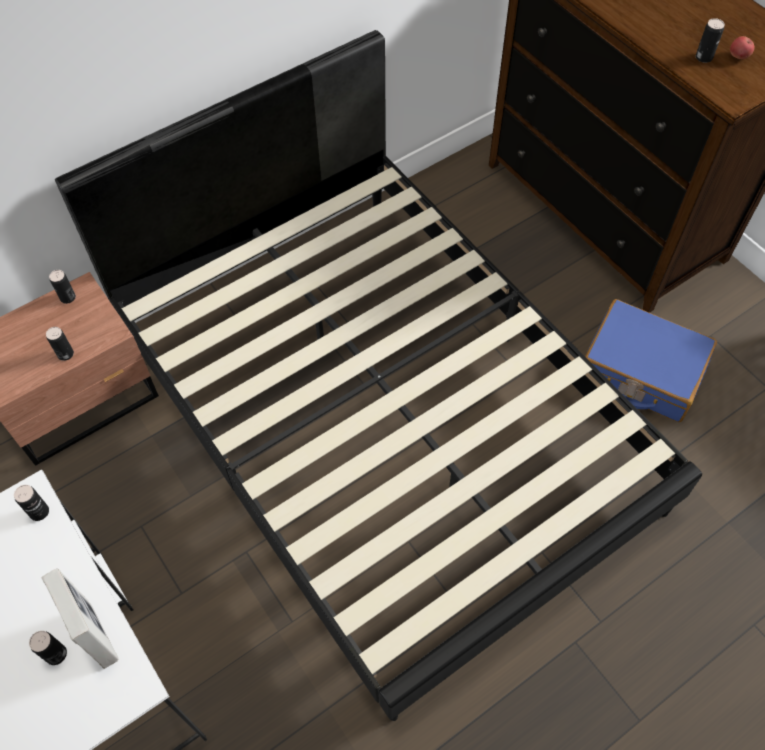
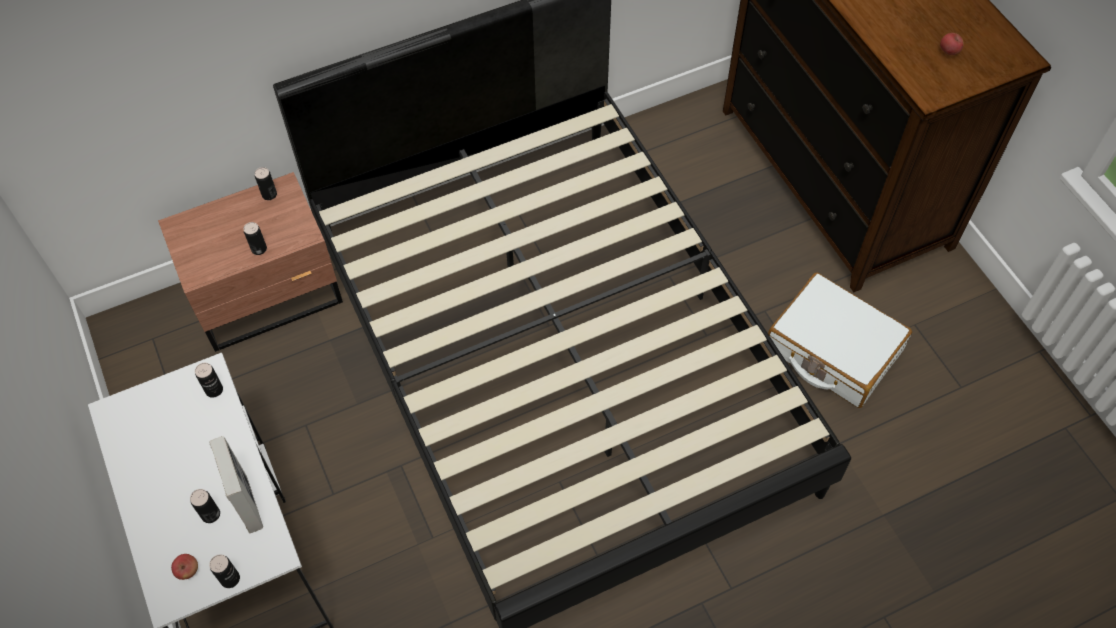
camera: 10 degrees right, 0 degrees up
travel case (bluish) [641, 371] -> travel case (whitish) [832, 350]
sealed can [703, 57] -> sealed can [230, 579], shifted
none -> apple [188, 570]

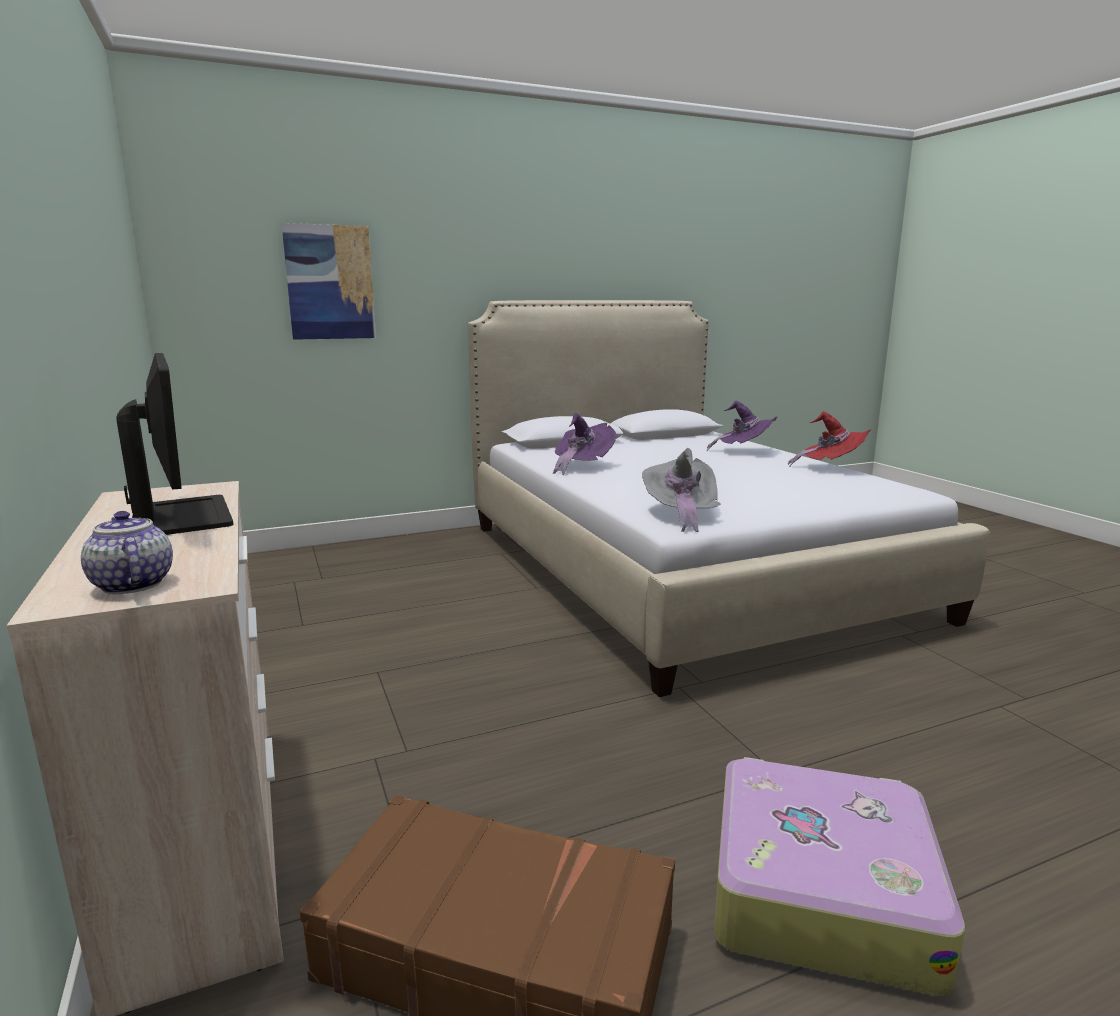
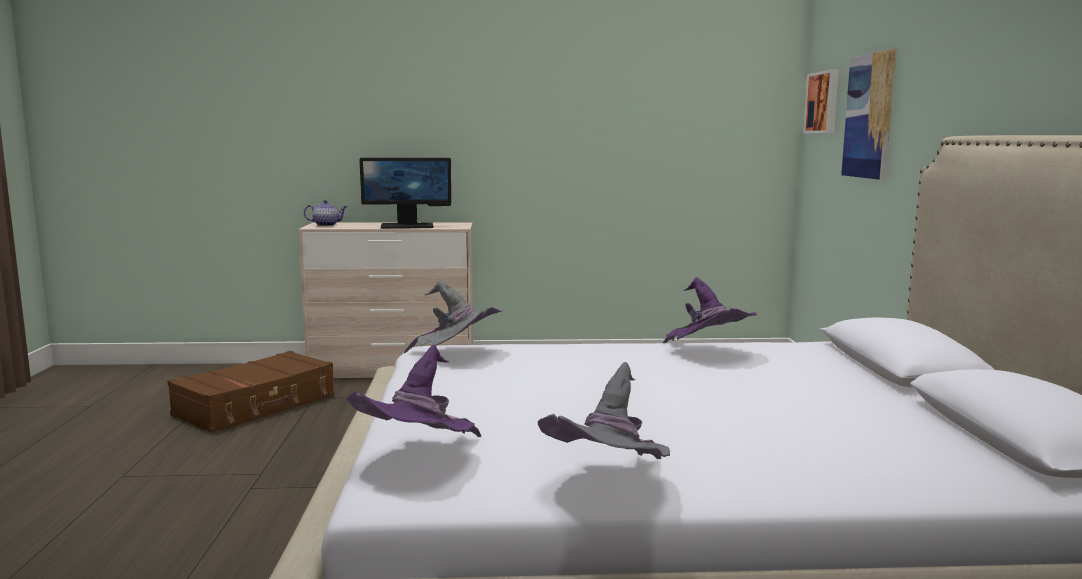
camera: 110 degrees right, 5 degrees down
clothing hat (purple) [744, 451] -> clothing hat (purple) [419, 460], shifted
travel case [818, 890] -> none
clothing hat (red) [831, 468] -> clothing hat (greyish) [610, 486]
none -> wall art [823, 102]

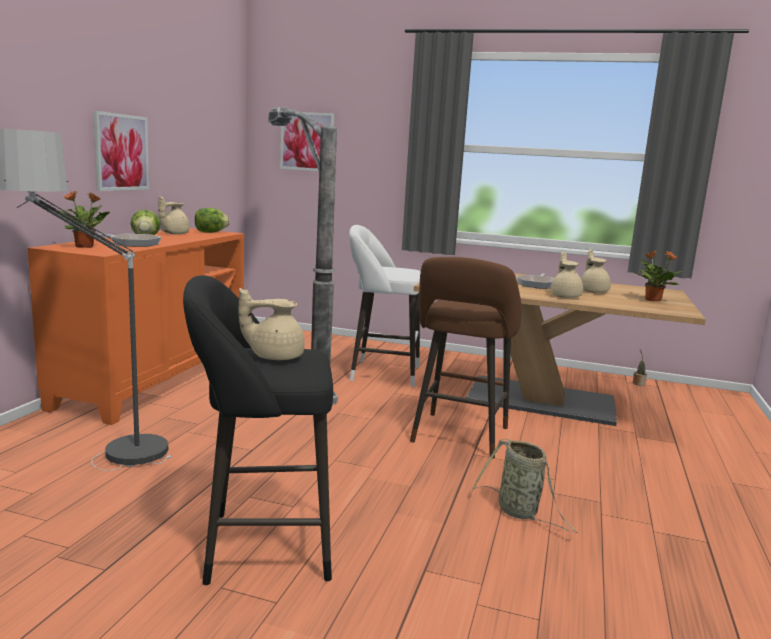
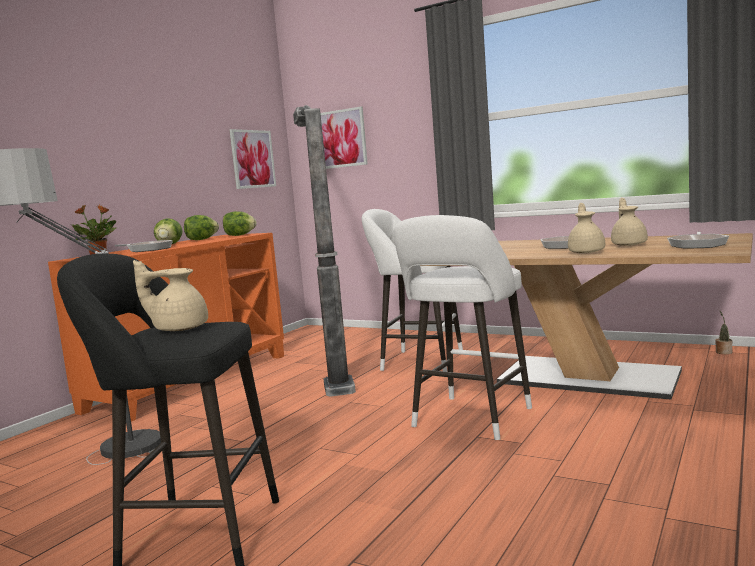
camera: 15 degrees right, 5 degrees down
wall art [121, 152] -> wall art [252, 159], shifted
pot for tea (beige-coloured) [173, 234] -> lettuce [201, 239]
sitting stool (brown-coloured) [458, 437] -> sitting stool (whitish) [469, 420]
household basket [520, 512] -> none
houseplant [652, 300] -> skillet [698, 245]

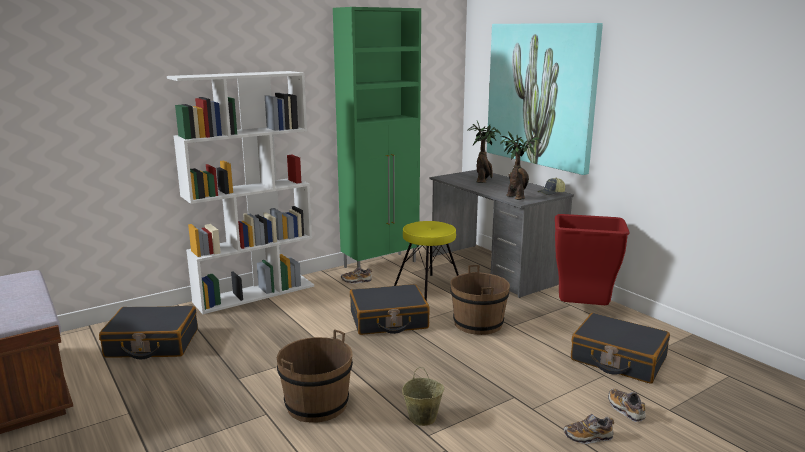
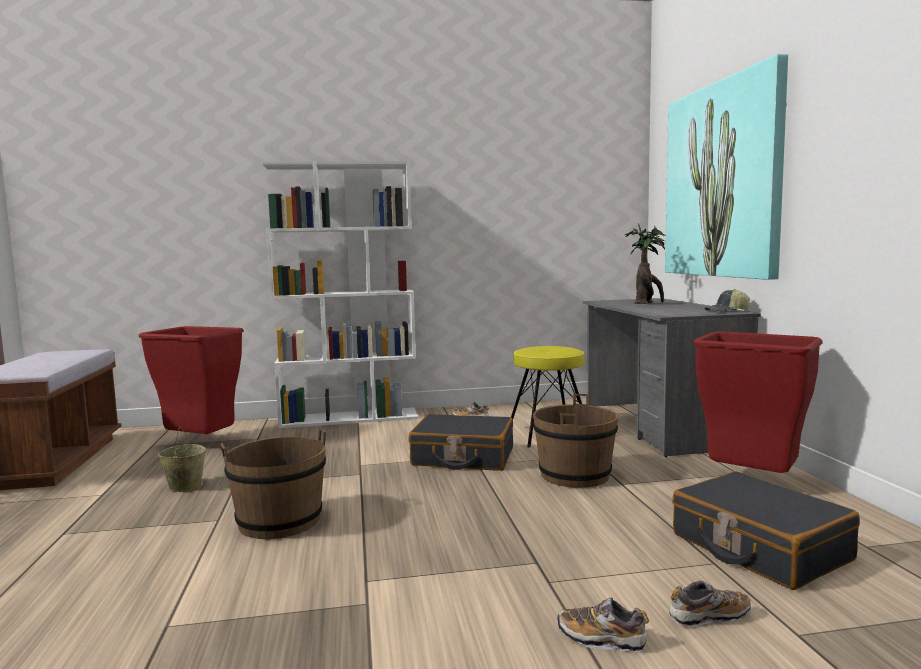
camera: 25 degrees right, 10 degrees down
travel case (black) [152, 343] -> waste bin (red) [202, 444]
storage cabinet (green-coloured) [381, 264] -> none
water bucket (beige-coloured) [422, 417] -> water bucket (beige-coloured) [184, 486], shifted
houseplant [515, 197] -> none
shoe [625, 410] -> shoe [708, 617], 75 degrees clockwise

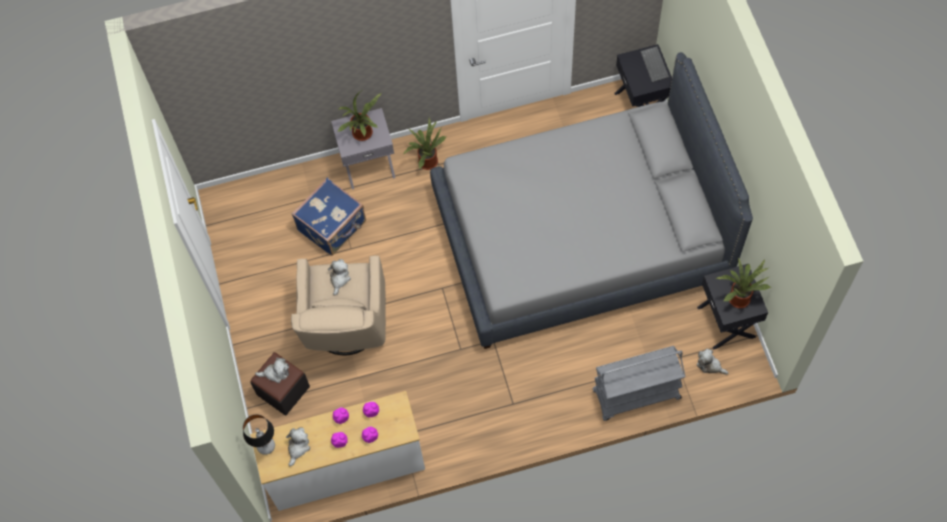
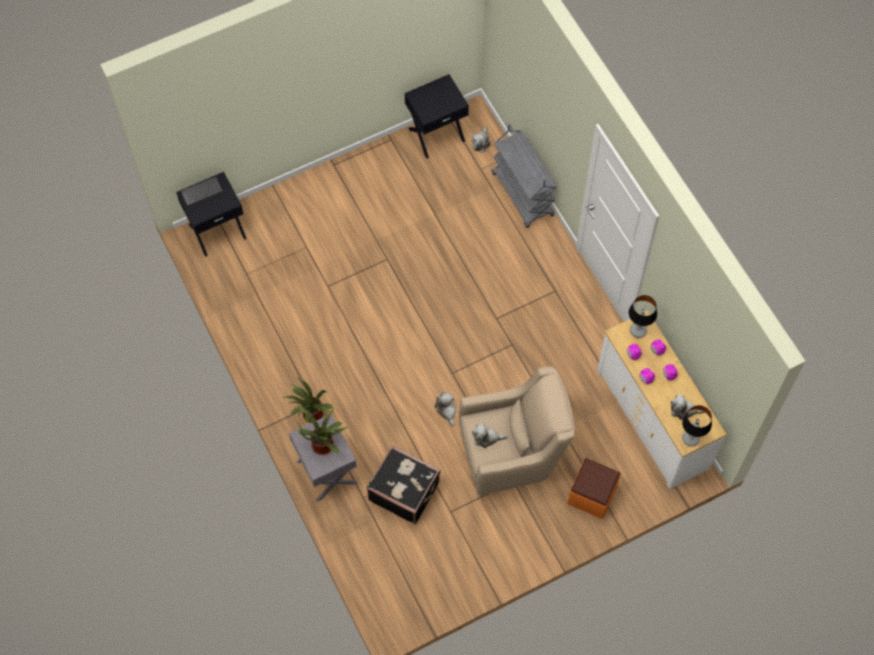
camera: 105 degrees left, 0 degrees up
ottoman (black) [283, 390] -> ottoman (orange-coloured) [592, 495]
plush toy [276, 373] -> plush toy [447, 410], shifted
travel case (bluish) [333, 226] -> travel case (black) [404, 490]
sleeping bed (greyish) [580, 237] -> none
houseplant [738, 296] -> none
none -> table lamp [638, 331]

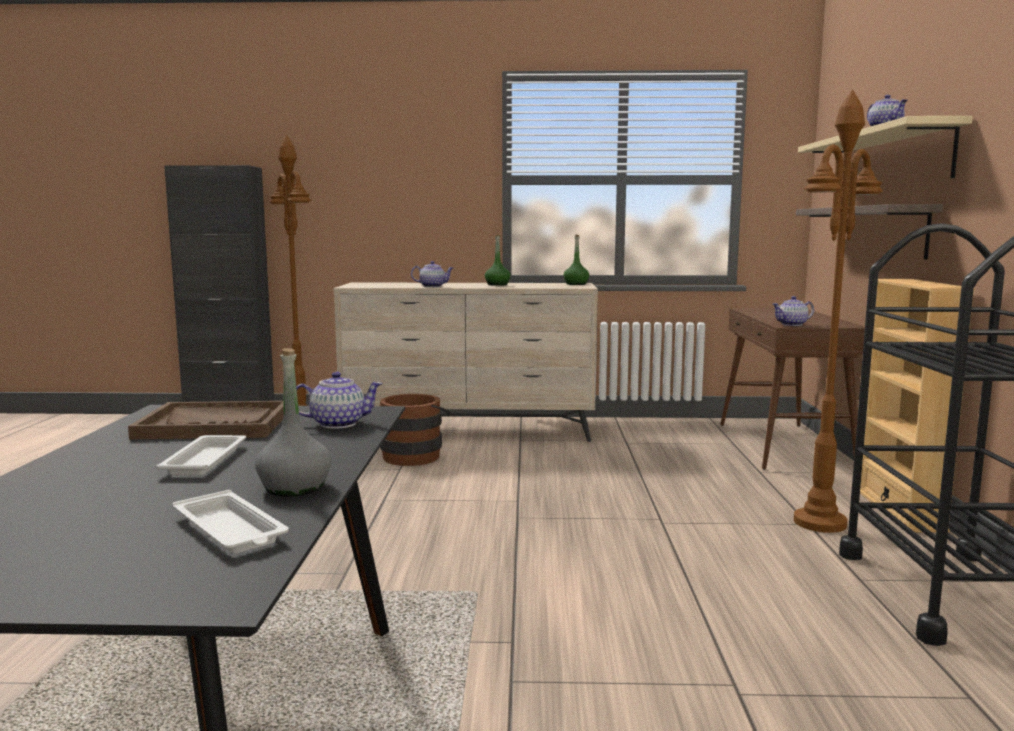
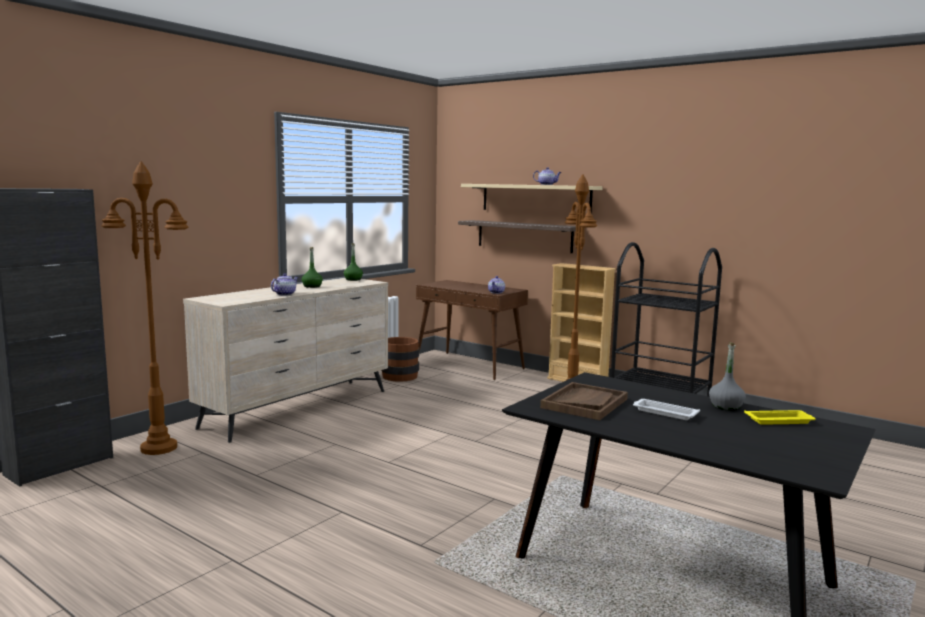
camera: 55 degrees left, 0 degrees up
tray (whitish) [230, 531] -> tray (yellow) [780, 421]
pot for tea [337, 423] -> none
water bucket (brown-coloured) [414, 455] -> water bucket (brown-coloured) [398, 375], shifted

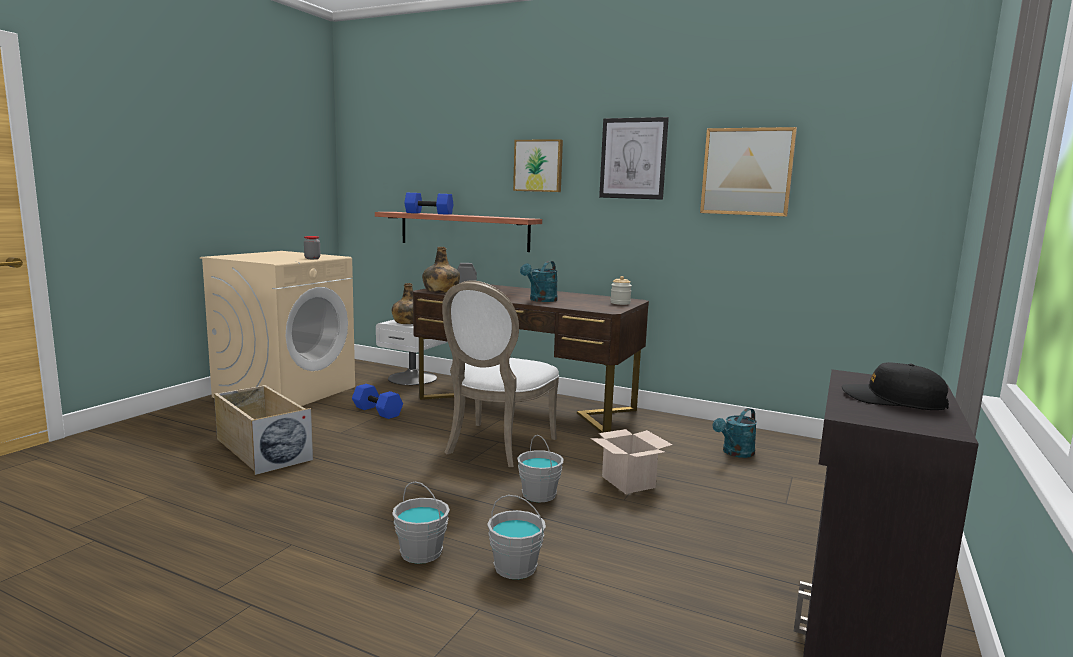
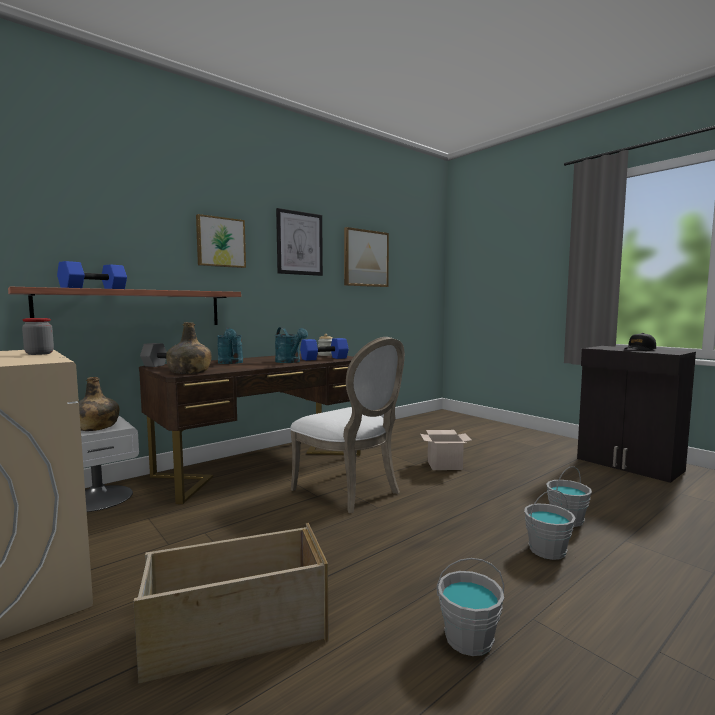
camera: 65 degrees left, 5 degrees down
free weight (bluish) [376, 411] -> free weight (bluish) [324, 359], shifted
water bucket (greyish) [539, 494] -> water bucket (greyish) [469, 638], shifted
sprinkling can (turquoise) [735, 453] -> sprinkling can (turquoise) [231, 363], shifted

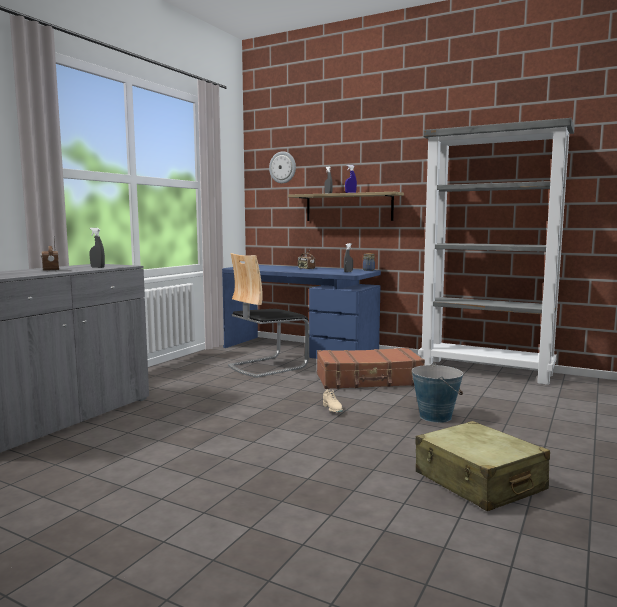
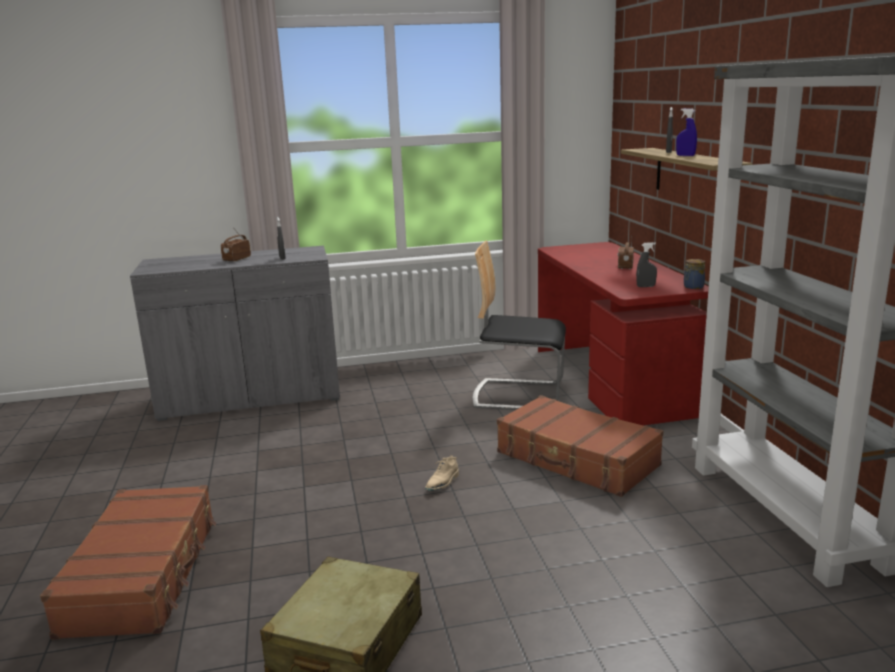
camera: 50 degrees right, 10 degrees up
desk unit (bluish) [299, 349] -> desk unit (red) [611, 380]
clock on the wall [283, 167] -> none
water bucket [435, 416] -> none
none -> travel case (brown-coloured) [143, 574]

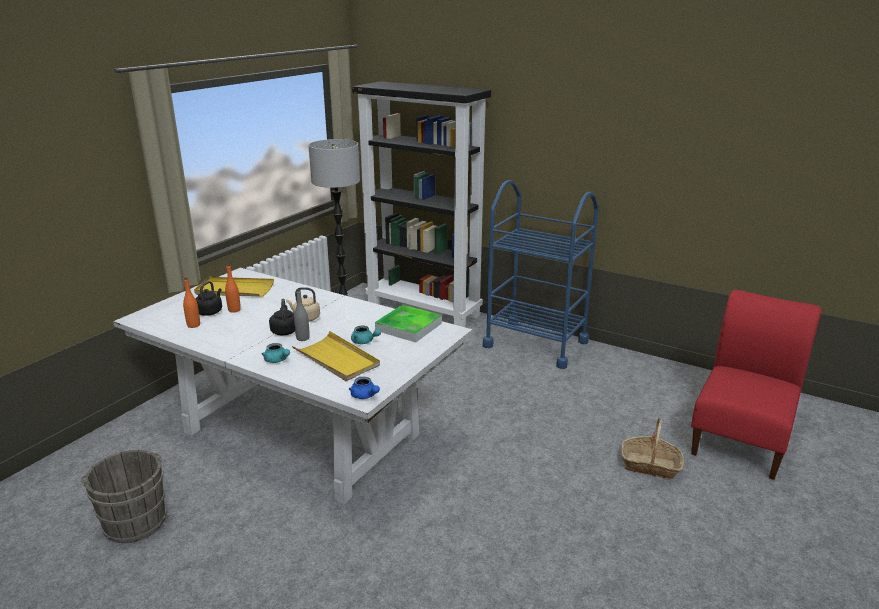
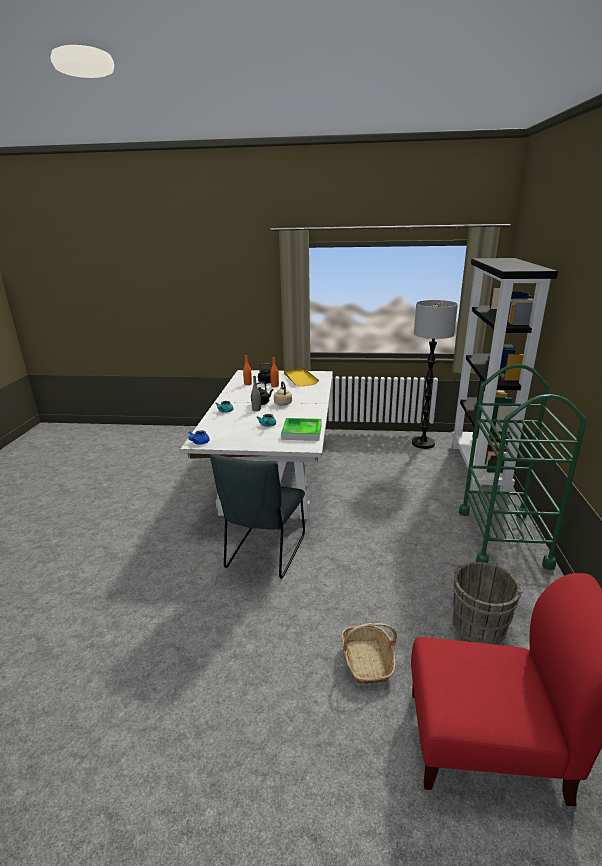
camera: 65 degrees right, 0 degrees up
water bucket (greyish) [134, 520] -> water bucket (greyish) [480, 623], shifted
tray (yellow) [337, 359] -> none
wheeled cart (bluish) [535, 344] -> wheeled cart (green-coloured) [502, 538]
none -> chair (greyish) [264, 554]

